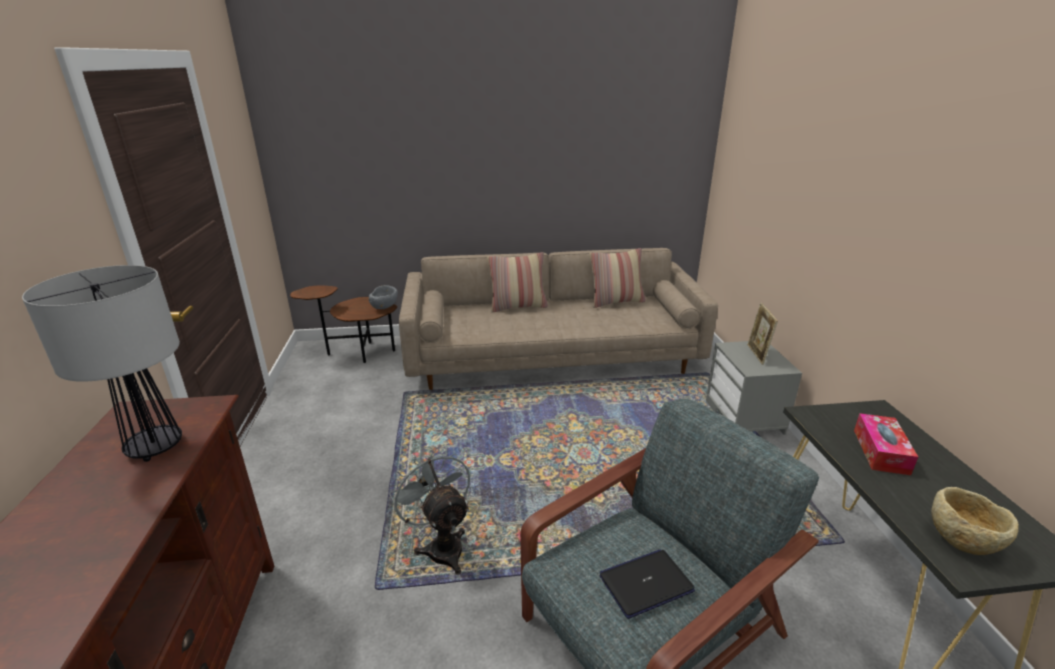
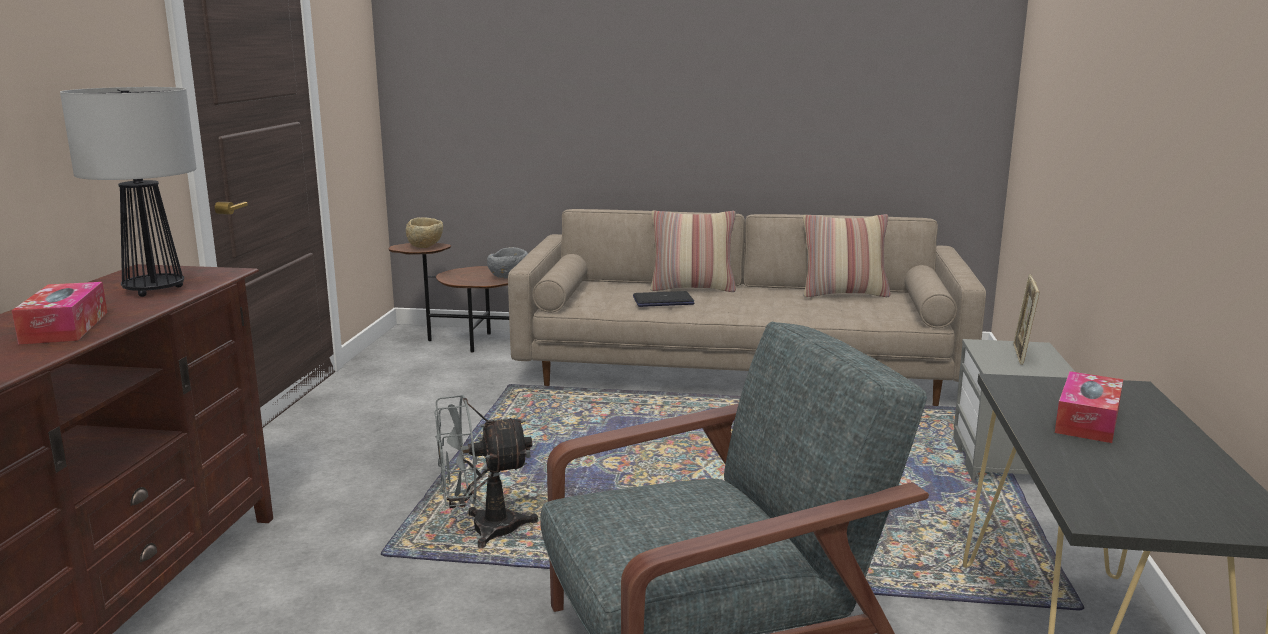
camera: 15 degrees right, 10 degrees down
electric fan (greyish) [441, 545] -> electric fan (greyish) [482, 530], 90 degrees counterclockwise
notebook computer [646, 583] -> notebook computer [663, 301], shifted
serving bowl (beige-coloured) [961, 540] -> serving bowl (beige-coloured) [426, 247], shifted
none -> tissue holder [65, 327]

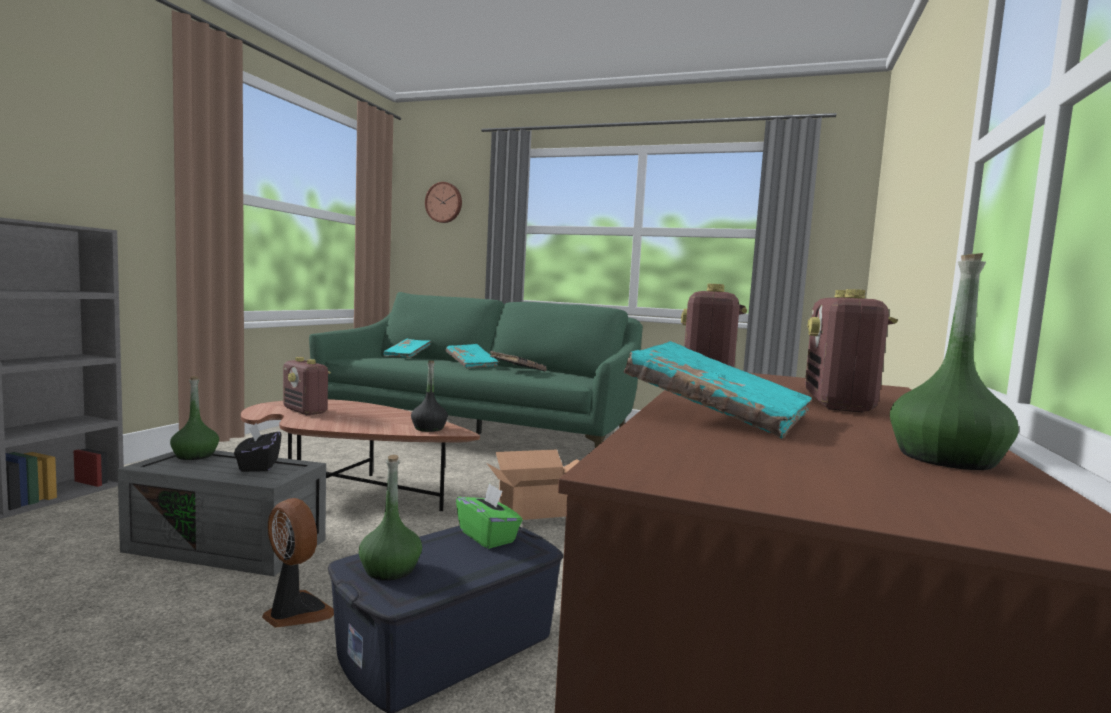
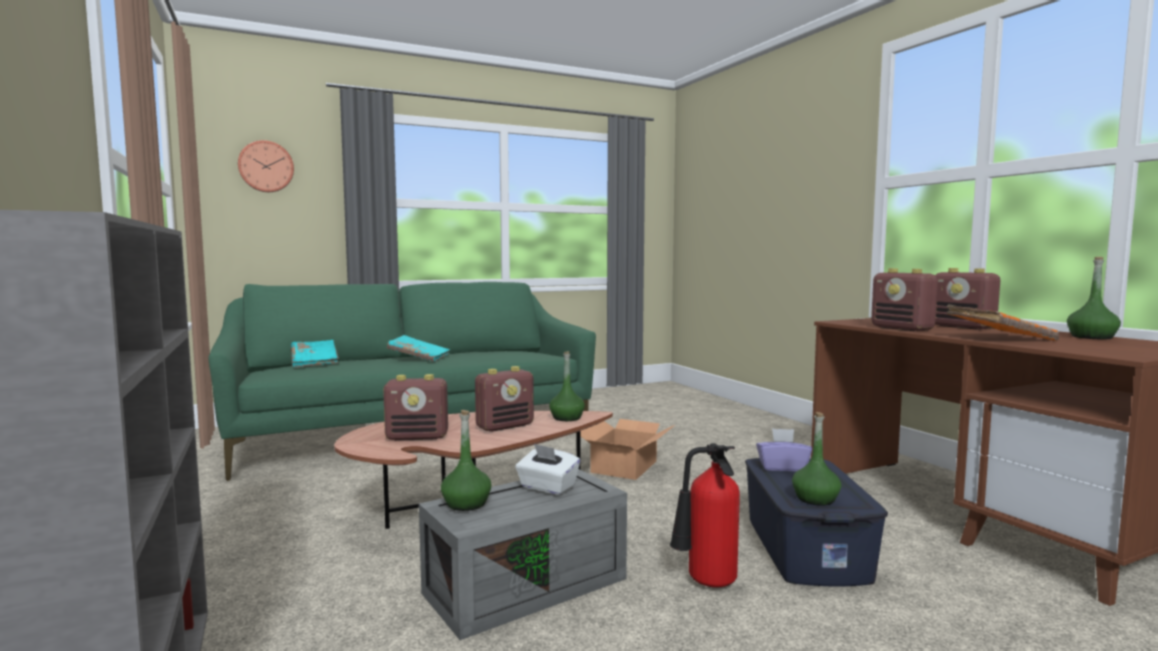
camera: 45 degrees left, 0 degrees up
tissue holder (black) [258, 465] -> tissue holder (whitish) [547, 487]
electric fan [295, 613] -> extinguisher [706, 583]
drink bottle (black) [428, 428] -> drink bottle (green-coloured) [566, 418]
tissue holder (green-coloured) [487, 536] -> tissue holder (purple) [782, 467]
book (black) [518, 371] -> none
book (turquoise) [715, 415] -> book (orange-coloured) [999, 338]
none -> radio [505, 426]

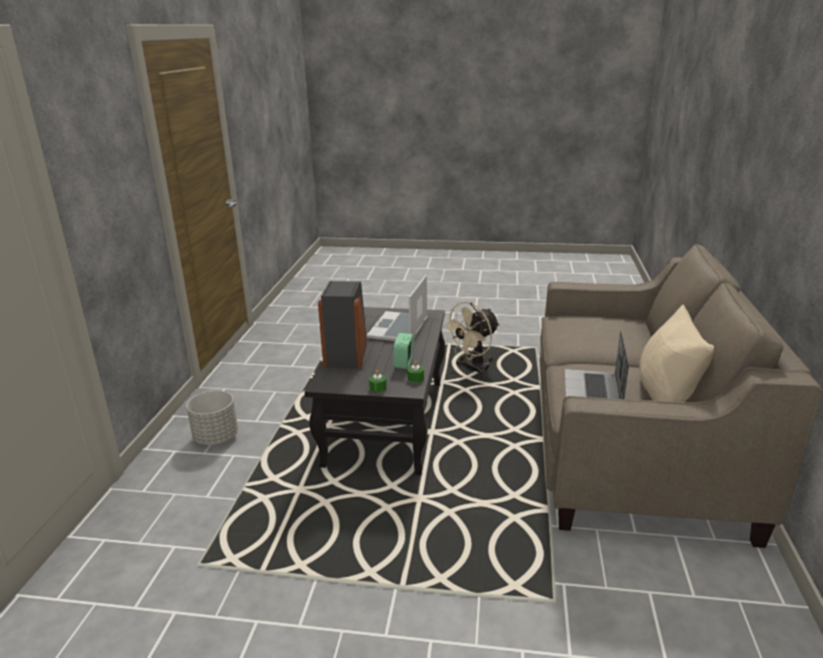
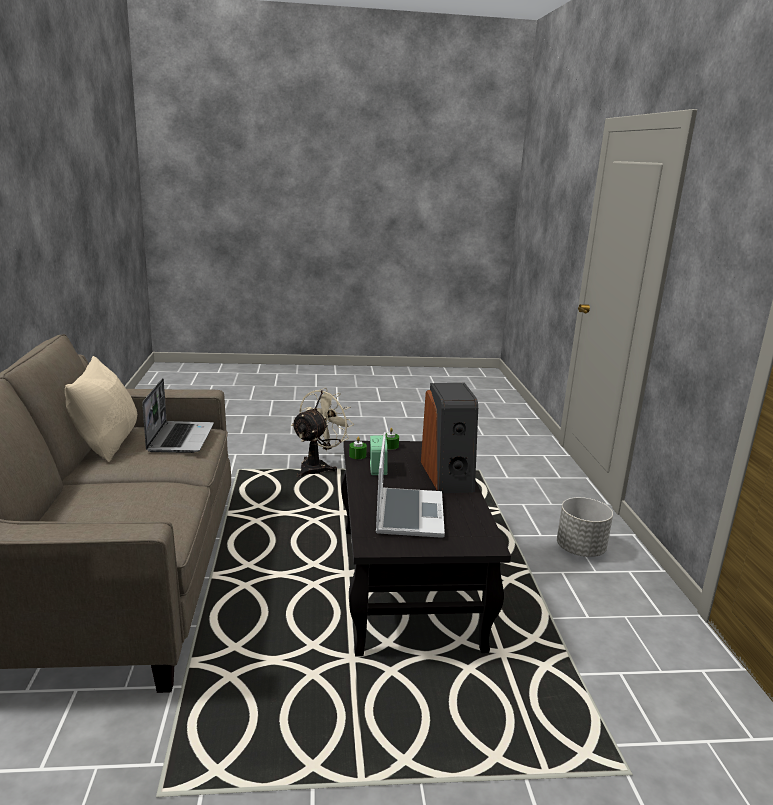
camera: 165 degrees right, 5 degrees down
electric fan (beige-coloured) [472, 369] -> electric fan (beige-coloured) [318, 467], shifted

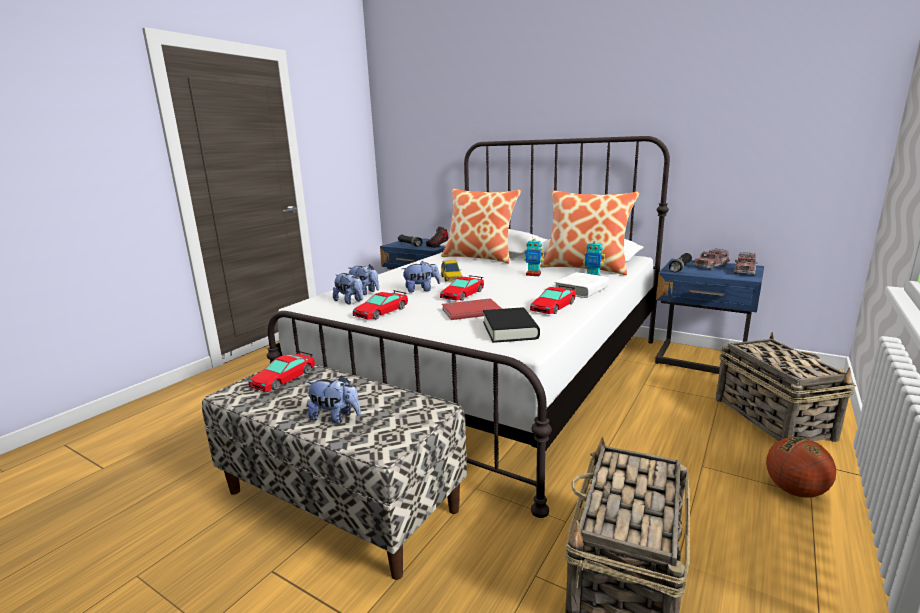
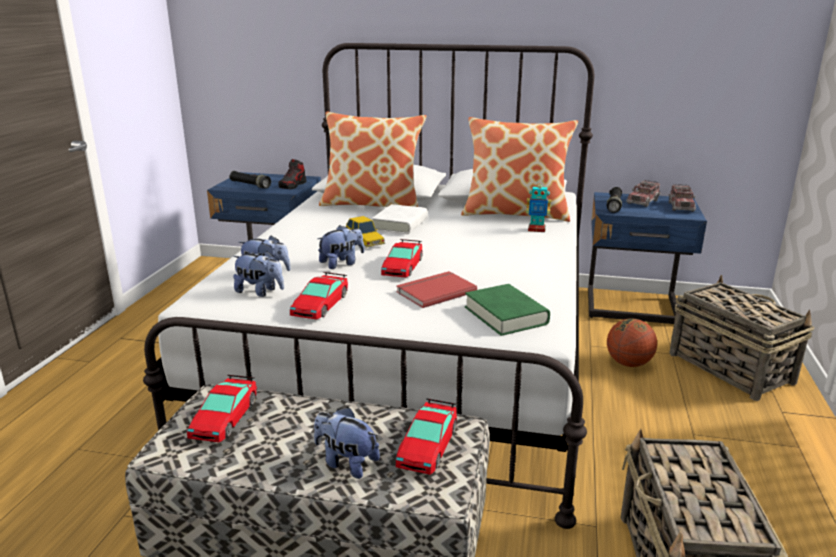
camera: 20 degrees left, 5 degrees up
plush toy [335, 418] -> plush toy [346, 463], 150 degrees counterclockwise
book (black) [510, 330] -> book (green-coloured) [505, 315]
toy robot [533, 274] -> none
model car [553, 307] -> model car [427, 445], shifted
book (whitish) [581, 290] -> book (whitish) [400, 224], shifted
basketball [795, 490] -> basketball [628, 363], shifted

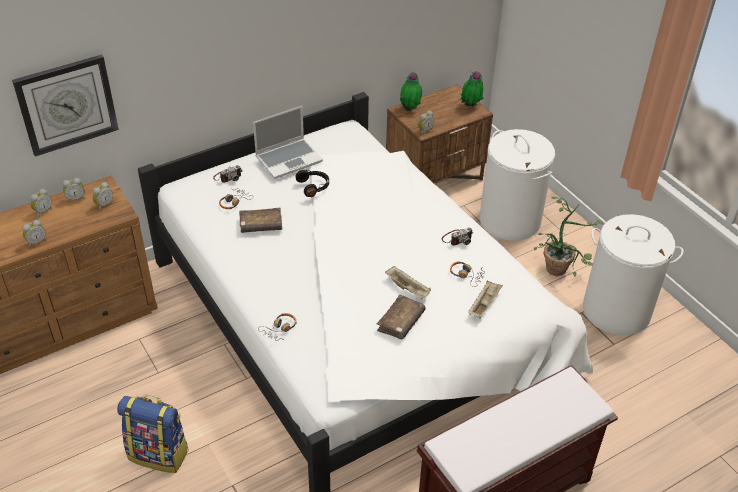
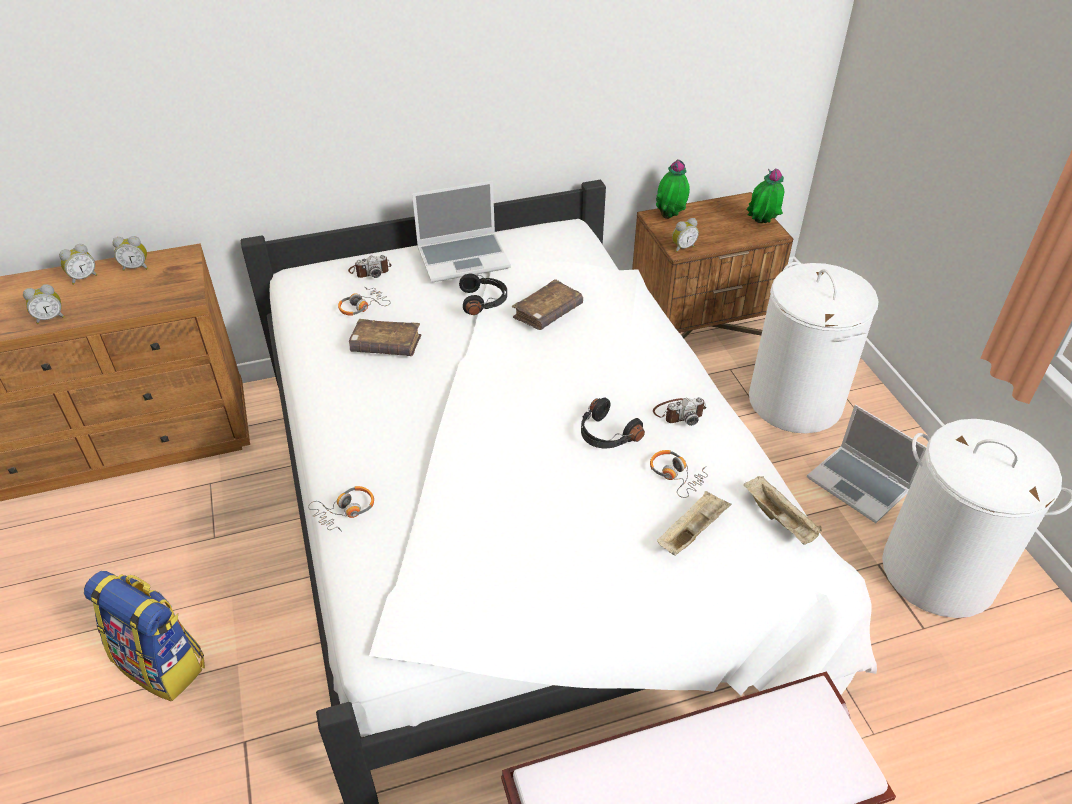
camera: 15 degrees right, 0 degrees up
clock on the wall [67, 104] -> none
bedside clock [103, 204] -> none
book (brown-coloured) [401, 322] -> book (brown-coloured) [547, 313], shifted
tray (beige-coloured) [408, 289] -> tray (beige-coloured) [780, 520], shifted
houseplant [560, 267] -> notebook computer [859, 485]
none -> headset (black) [606, 435]

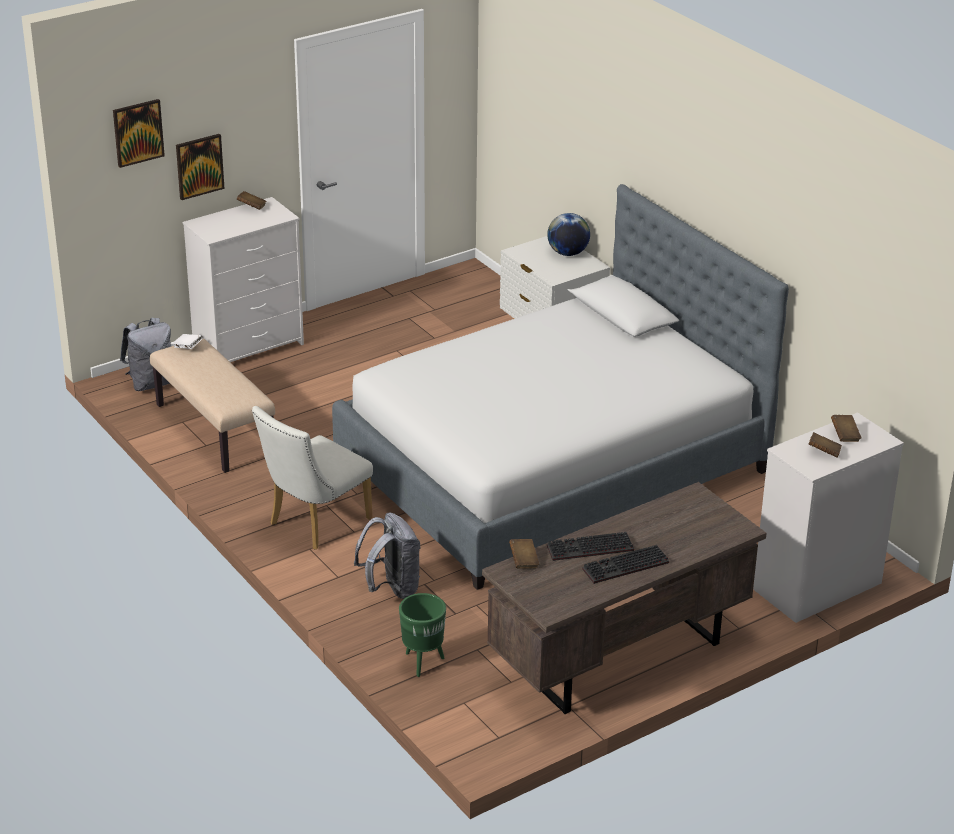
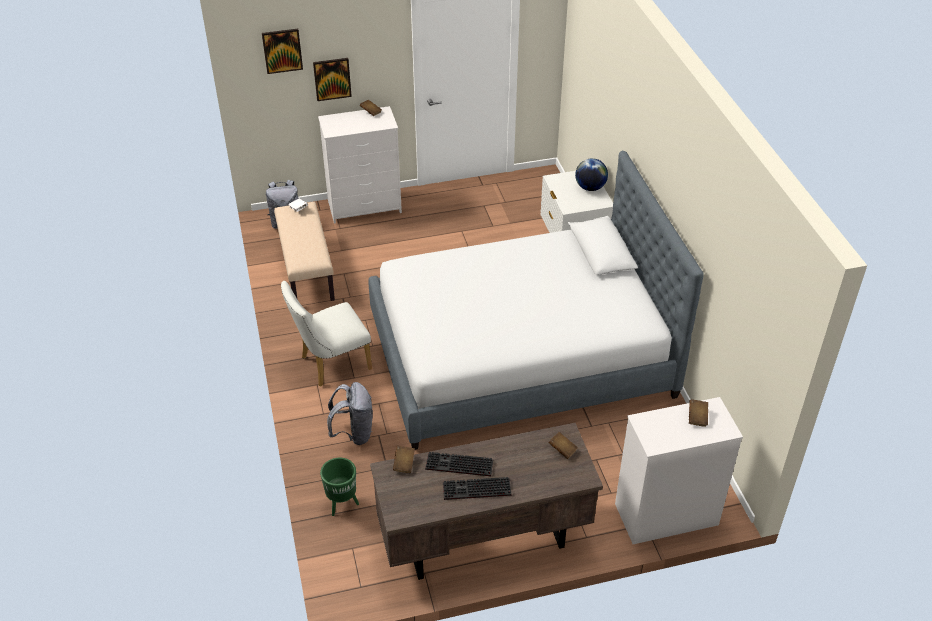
camera: 20 degrees right, 10 degrees up
book (brown-coloured) [824, 452] -> book (brown-coloured) [562, 450], shifted

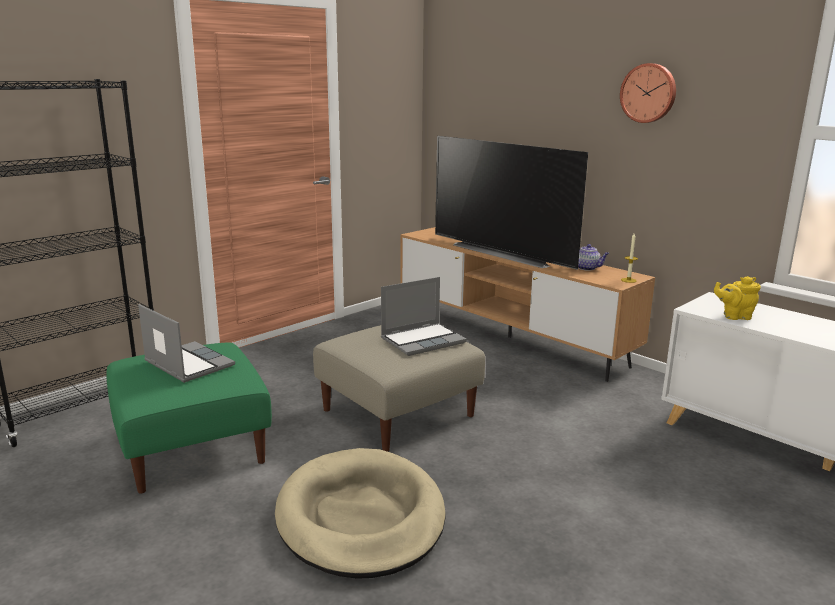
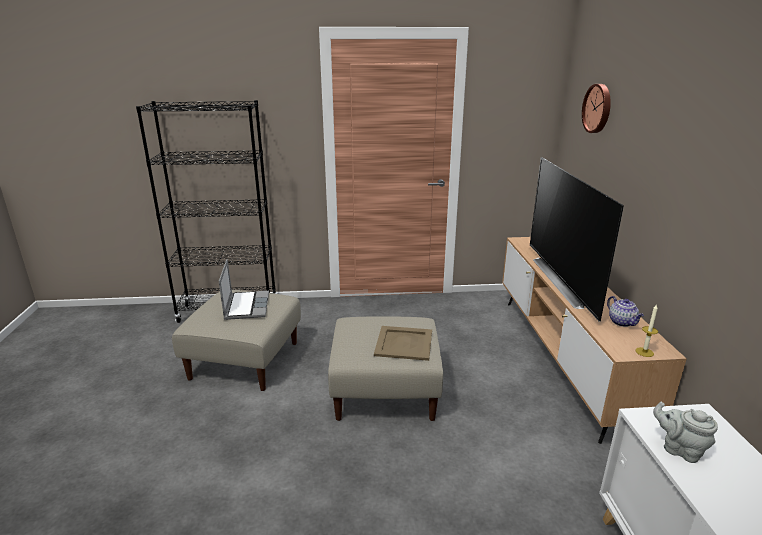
camera: 40 degrees right, 5 degrees up
ottoman (green-coloured) [191, 446] -> ottoman (beige-coloured) [245, 360]
pet bed (beige-coloured) [360, 517] -> none
notebook computer [423, 340] -> tray (beige-coloured) [404, 343]
clock on the wall [649, 93] -> clock on the wall [598, 108], shifted
pot for tea (yellow) [734, 316] -> pot for tea (greyish) [679, 449]

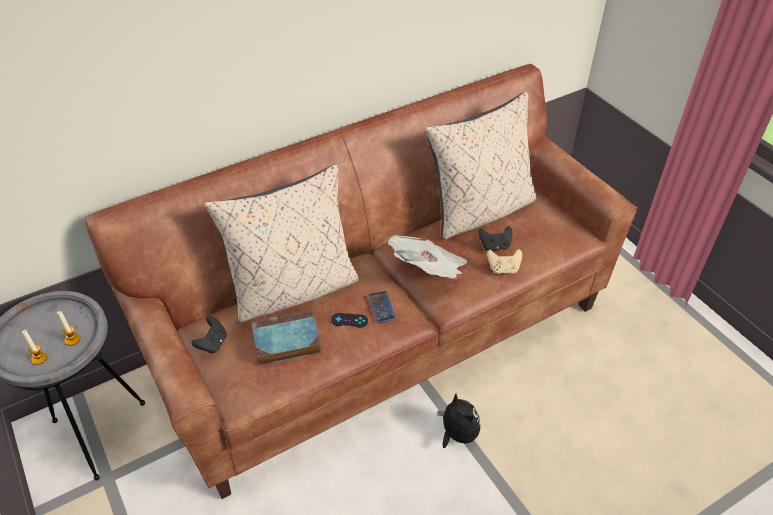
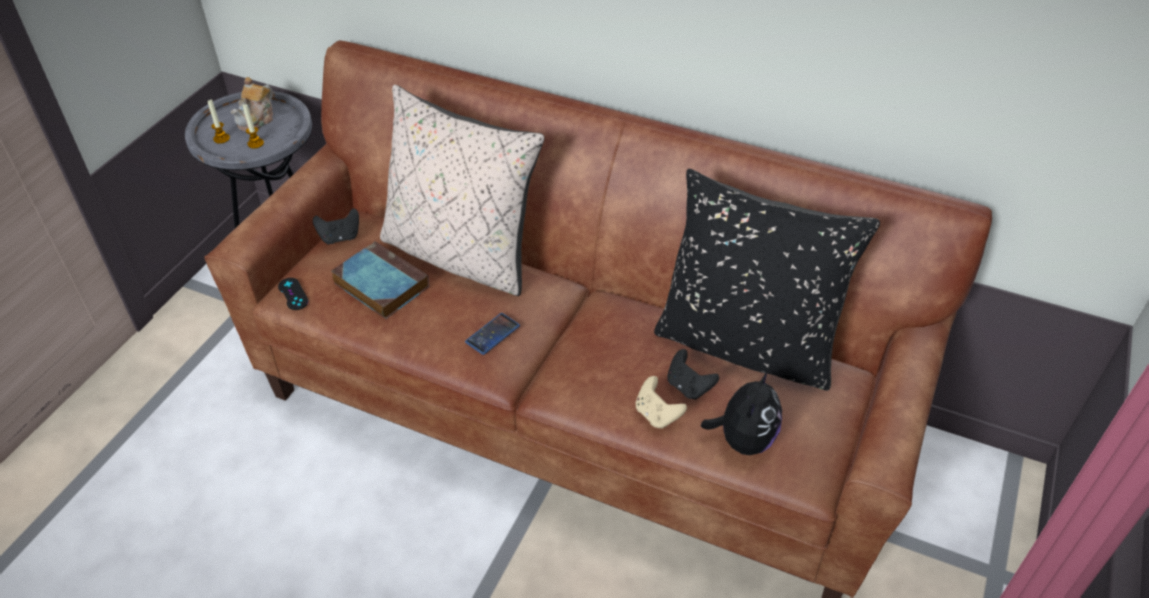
camera: 55 degrees right, 0 degrees up
gamepad (black) [349, 320] -> gamepad (black) [293, 294], shifted
daily paper [429, 271] -> none
cushion (beige-coloured) [480, 211] -> cushion (black) [746, 345]
plush toy [457, 435] -> plush toy [743, 440], shifted
none -> pot for tea [257, 120]

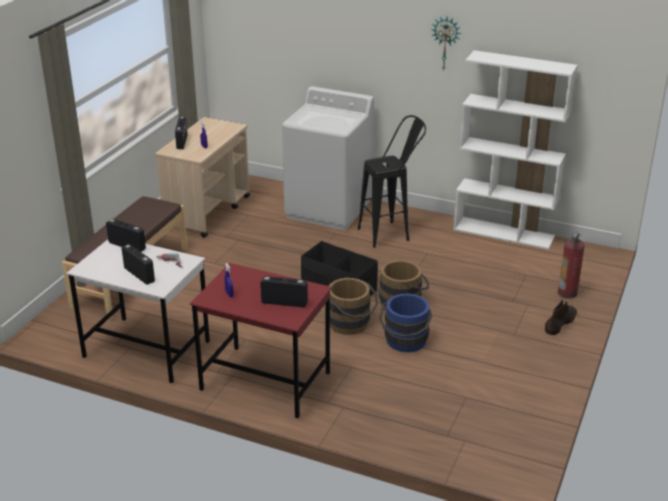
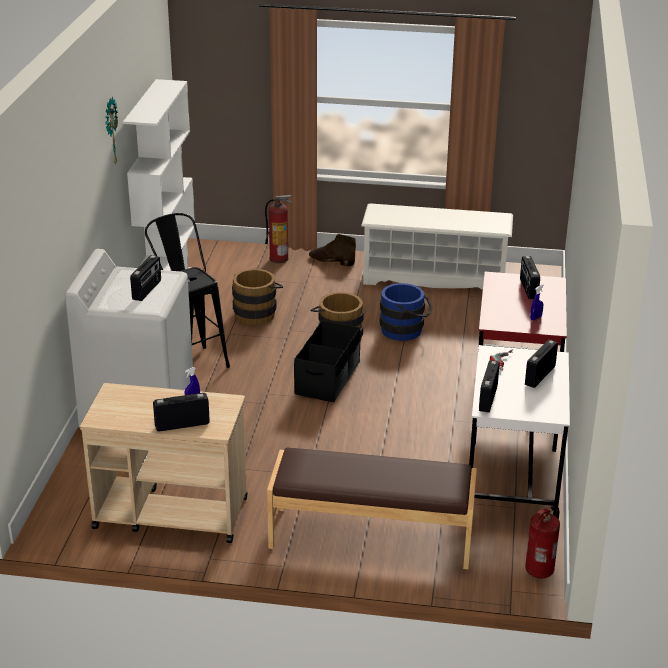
camera: 105 degrees left, 0 degrees up
water bucket (brown-coloured) [351, 325] -> water bucket (brown-coloured) [257, 313], shifted
none -> radio [147, 290]
none -> shoe stand (whitish) [435, 278]
none -> extinguisher [540, 570]

